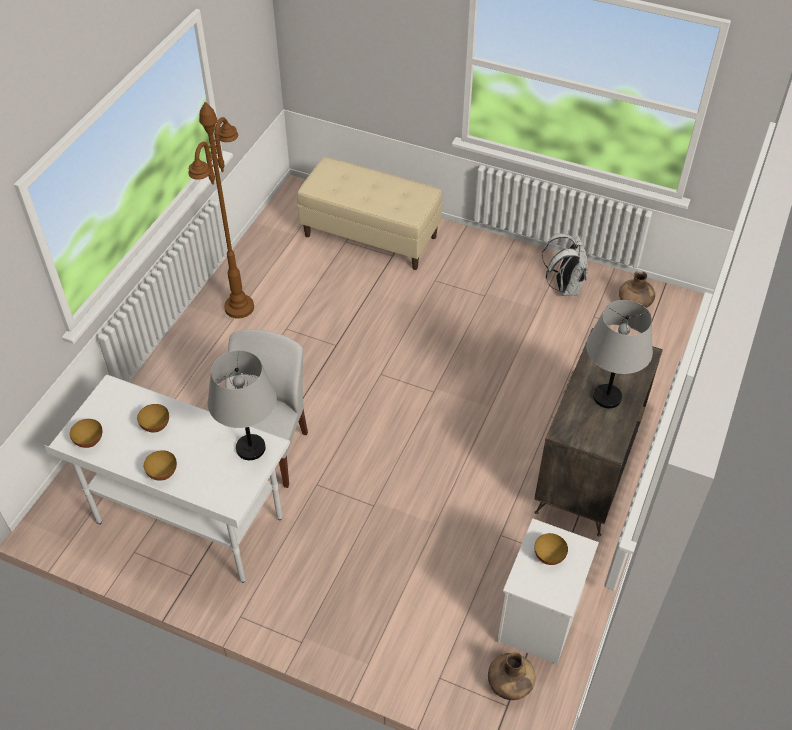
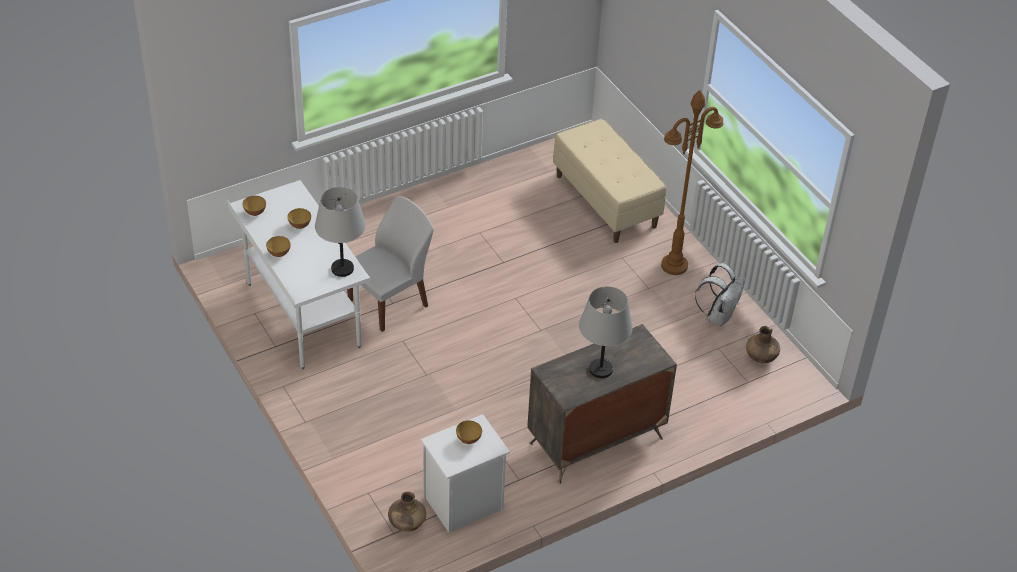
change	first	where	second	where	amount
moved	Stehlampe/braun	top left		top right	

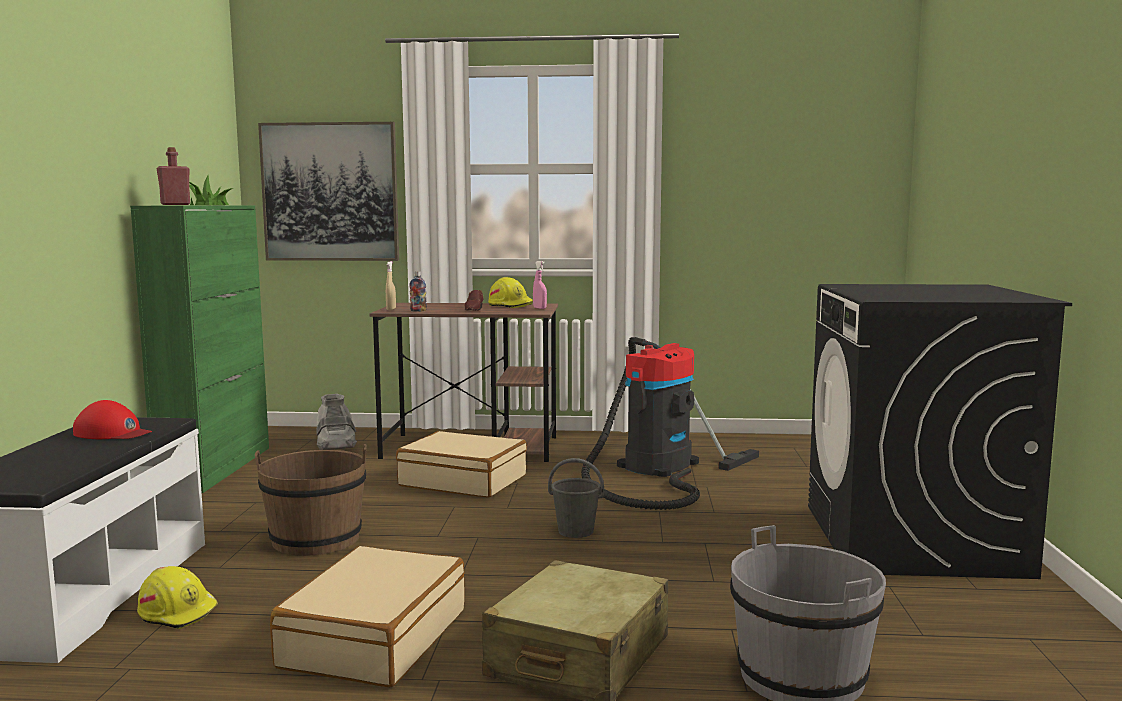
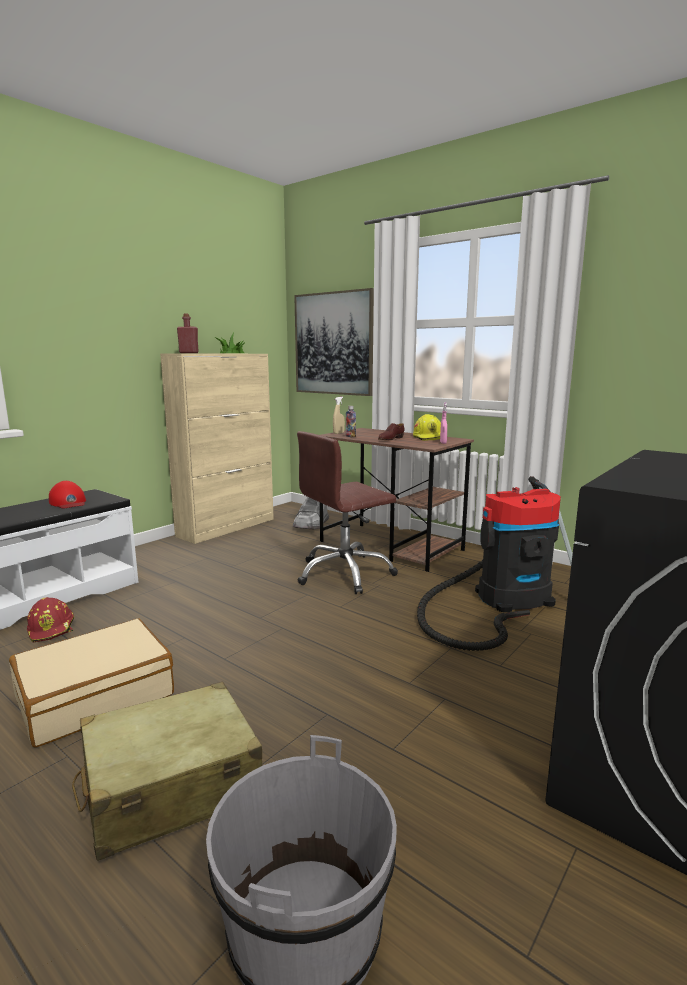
change	first	where	second	where	amount
recoloured	Schrank/grün	middle left	Schrank/beige	middle left	
replaced	Koffer/beige (2nd from left)	centre	Bürostuhl/braun	centre	
removed	Eimer/braun	bottom left			
removed	Eimer/grau (1st from left)	bottom centre			
recoloured	Schutzhelm/gelb (1st from left)	bottom left	Schutzhelm/rot	middle left	

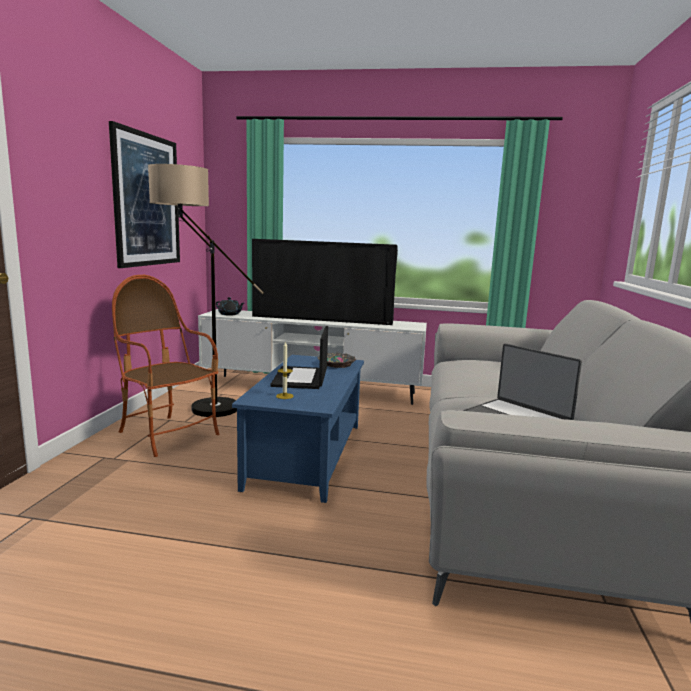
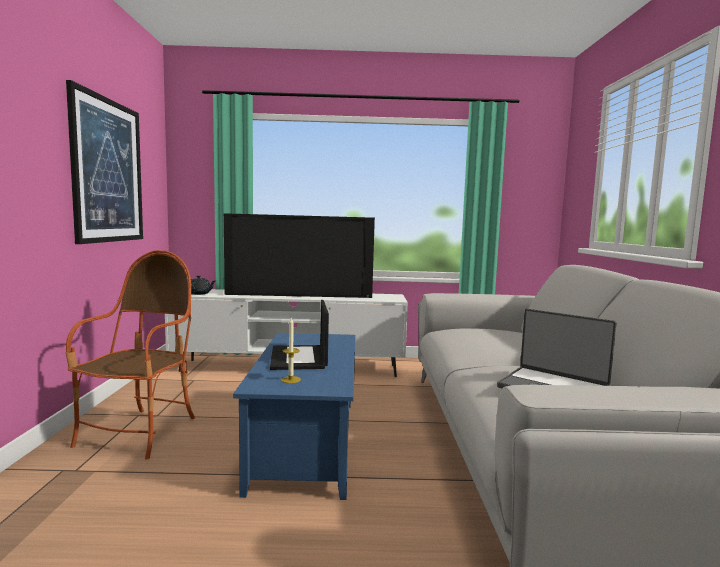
change	first	where	second	where	amount
removed	Stehlampe	middle left			
turned	Sessel	middle left		middle left	75 degrees clockwise
removed	Schüssel	centre			

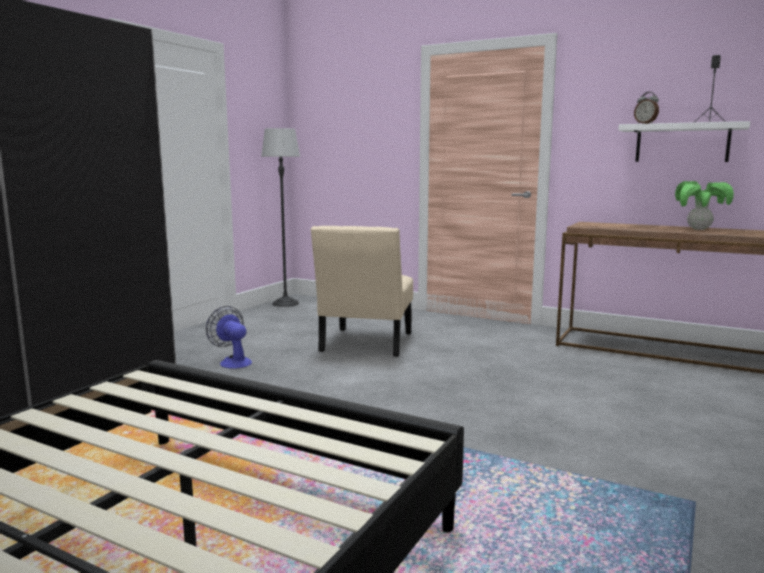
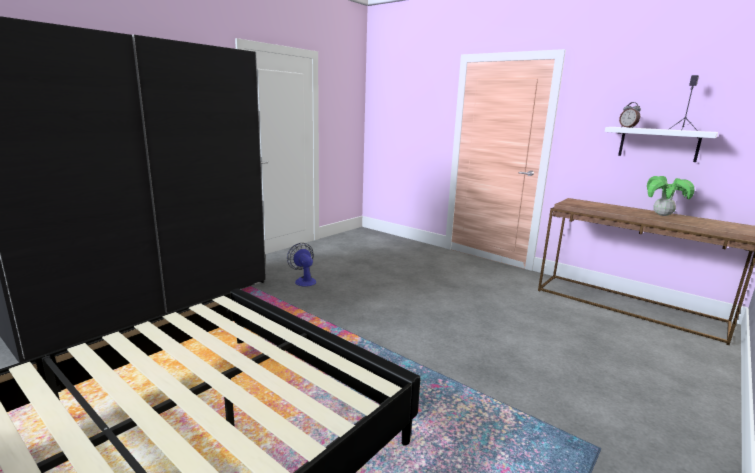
change	first	where	second	where	amount
removed	Stehlampe	centre			
removed	Stuhl/beige	centre			

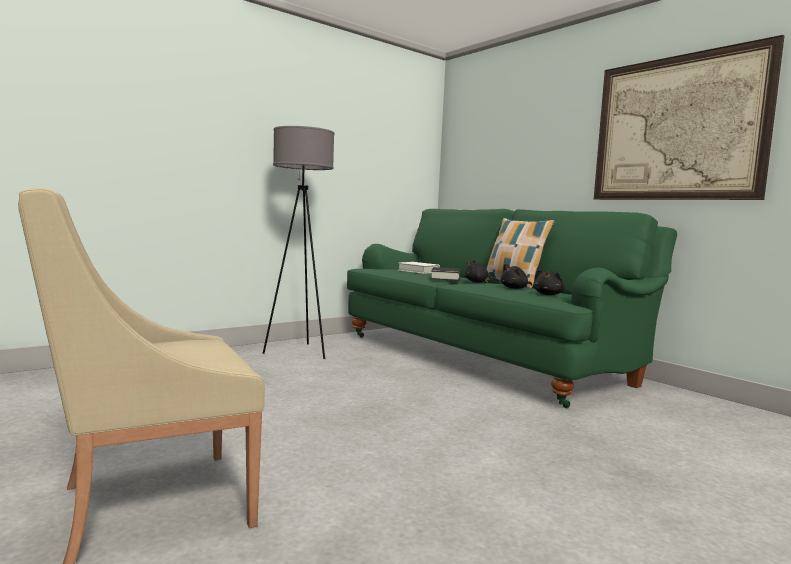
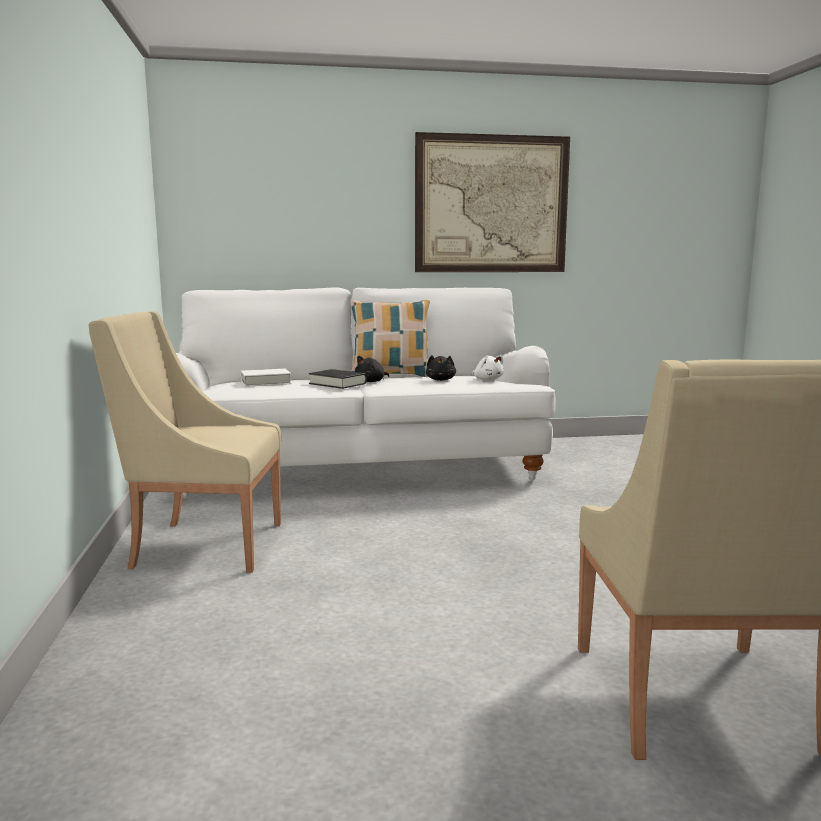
change	first	where	second	where	amount
replaced	Stehlampe/grau	centre	Sessel/beige (1st from left)	middle left	
recoloured	Sofa/grün	centre	Sofa/weiß	centre	
recoloured	Plüschtier/schwarz (3rd from left)	middle right	Plüschtier/weiß	centre	

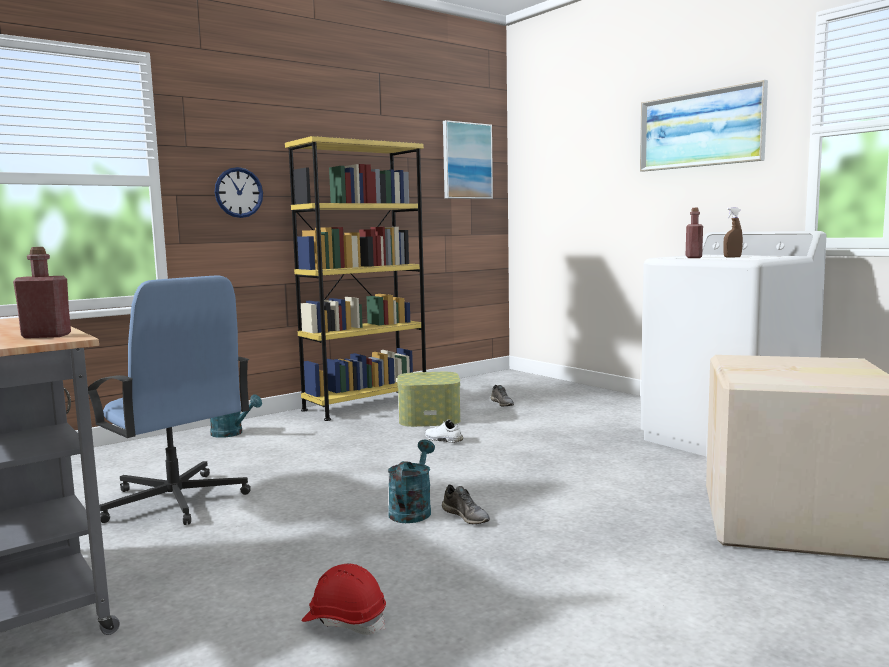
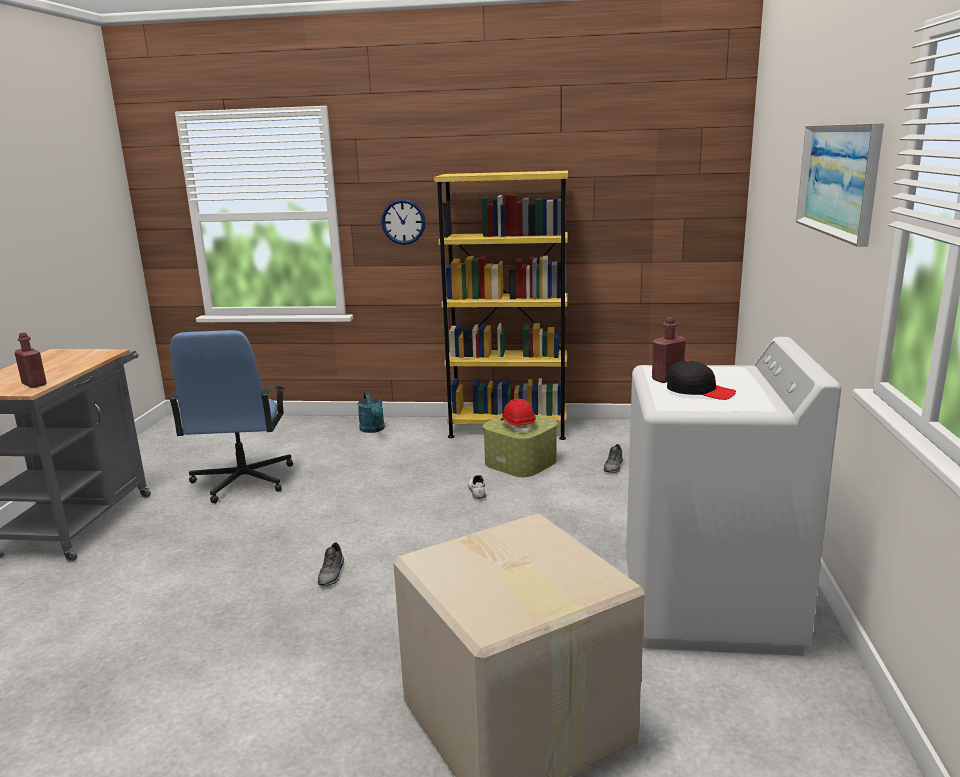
change	first	where	second	where	amount
removed	Bild (1st from left)	top centre			
replaced	Sprühflasche/braun	middle right	Kappe/schwarz	middle right	
removed	Gießkanne/türkis (2nd from left)	bottom centre			
moved	Schutzhelm/rot	bottom centre		centre	

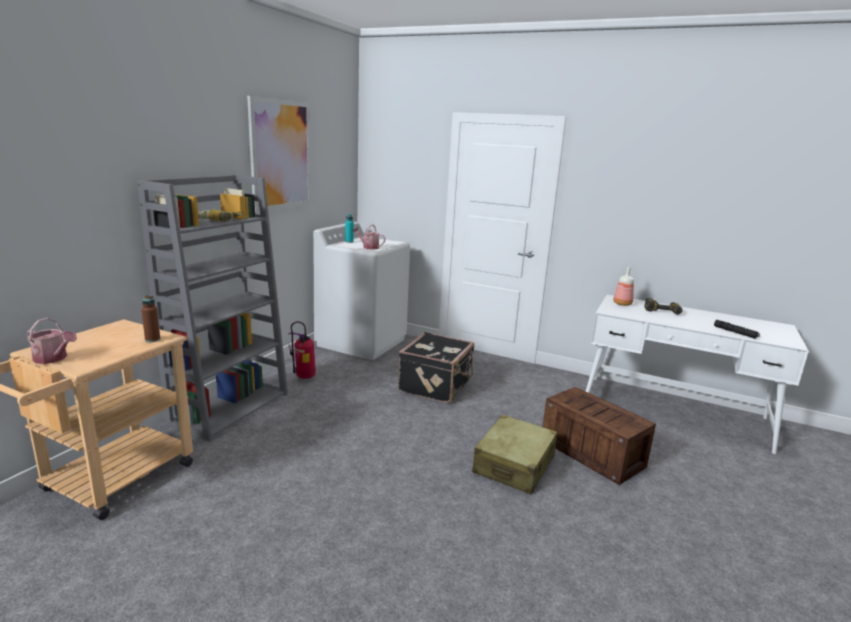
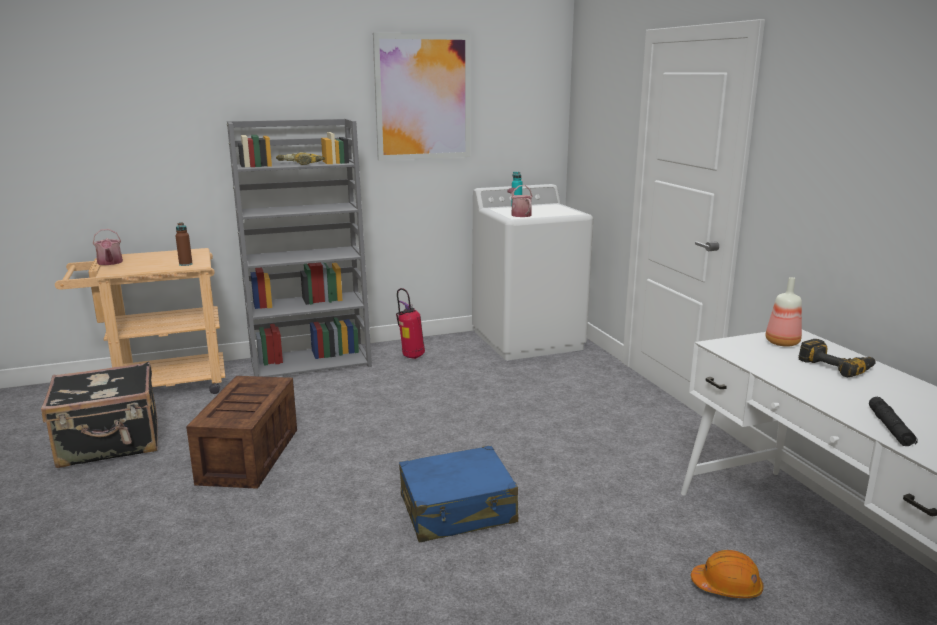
change	first	where	second	where	amount
moved	Koffer/schwarz	centre		middle left	
moved	Kiste	bottom right		bottom left	
recoloured	Koffer/beige	bottom centre	Koffer/blau	bottom centre	
added			Schutzhelm/orange	bottom right	

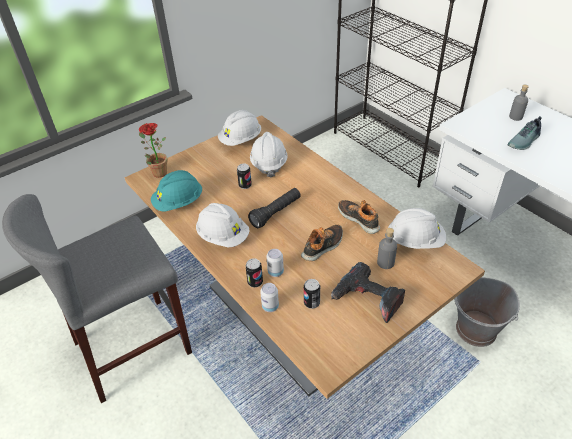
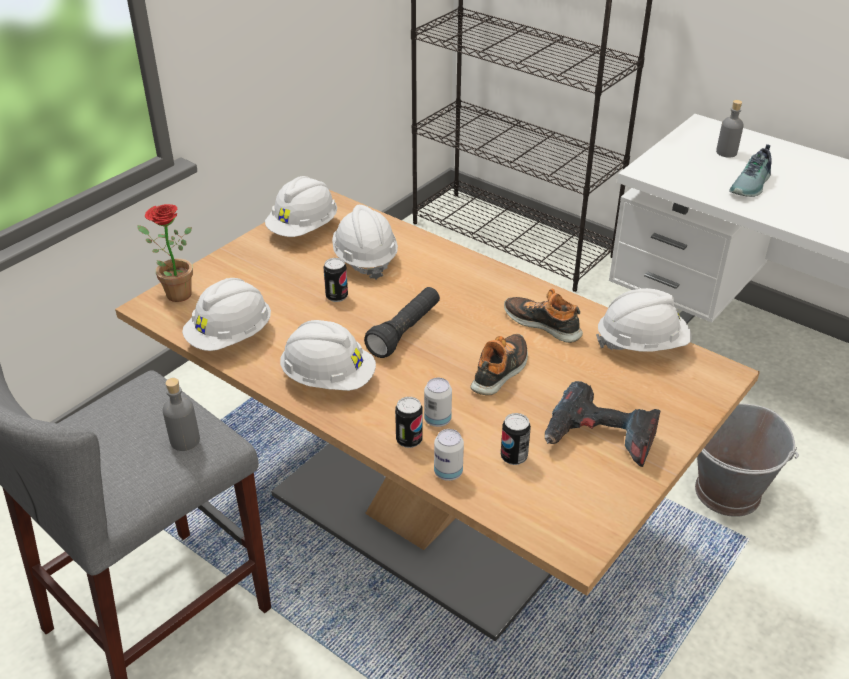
change	first	where	second	where	amount
recoloured	Schutzhelm/türkis	middle left	Schutzhelm/weiß (1st from left)	middle left	
moved	Flasche/grau (1st from left)	middle right		middle left	

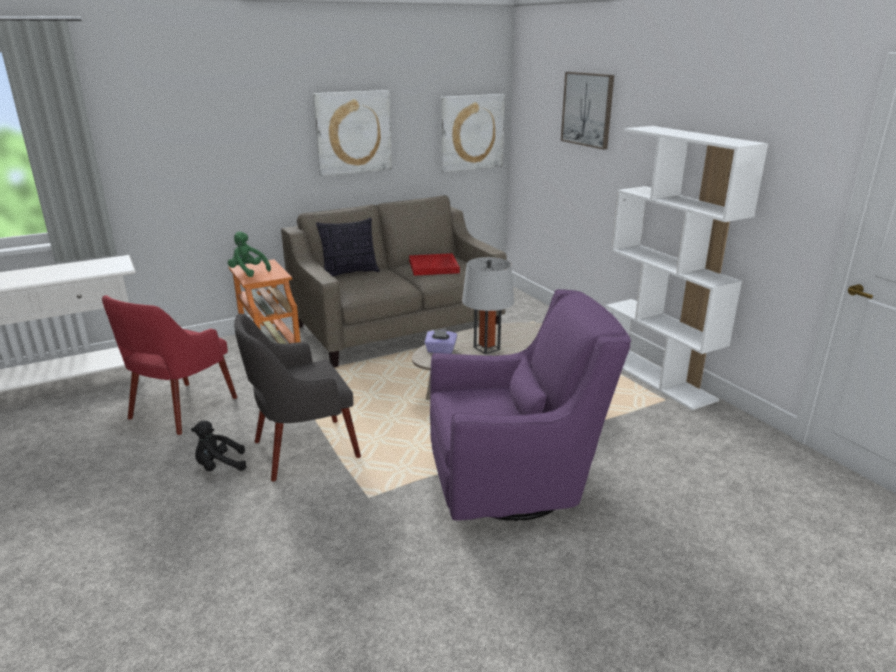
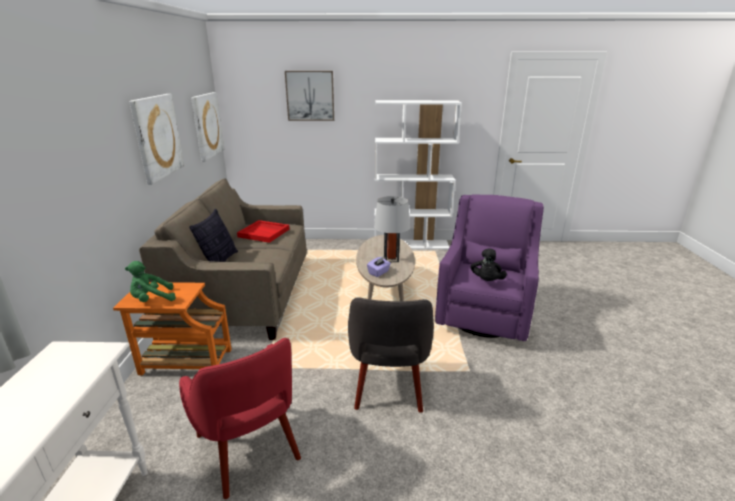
change	first	where	second	where	amount
moved	Plüschtier/schwarz	middle left		centre	

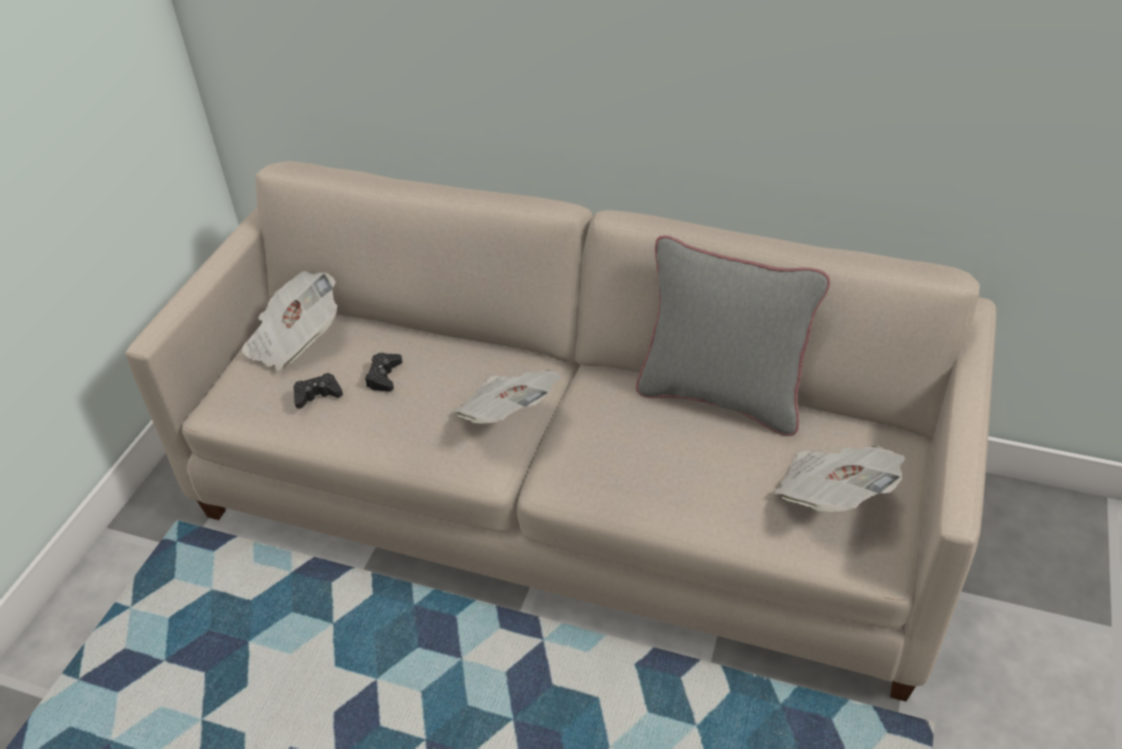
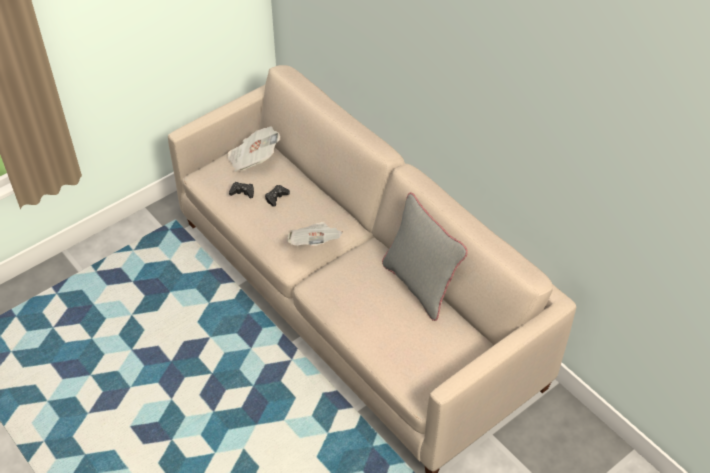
change	first	where	second	where	amount
removed	Zeitung (3rd from left)	middle right			

